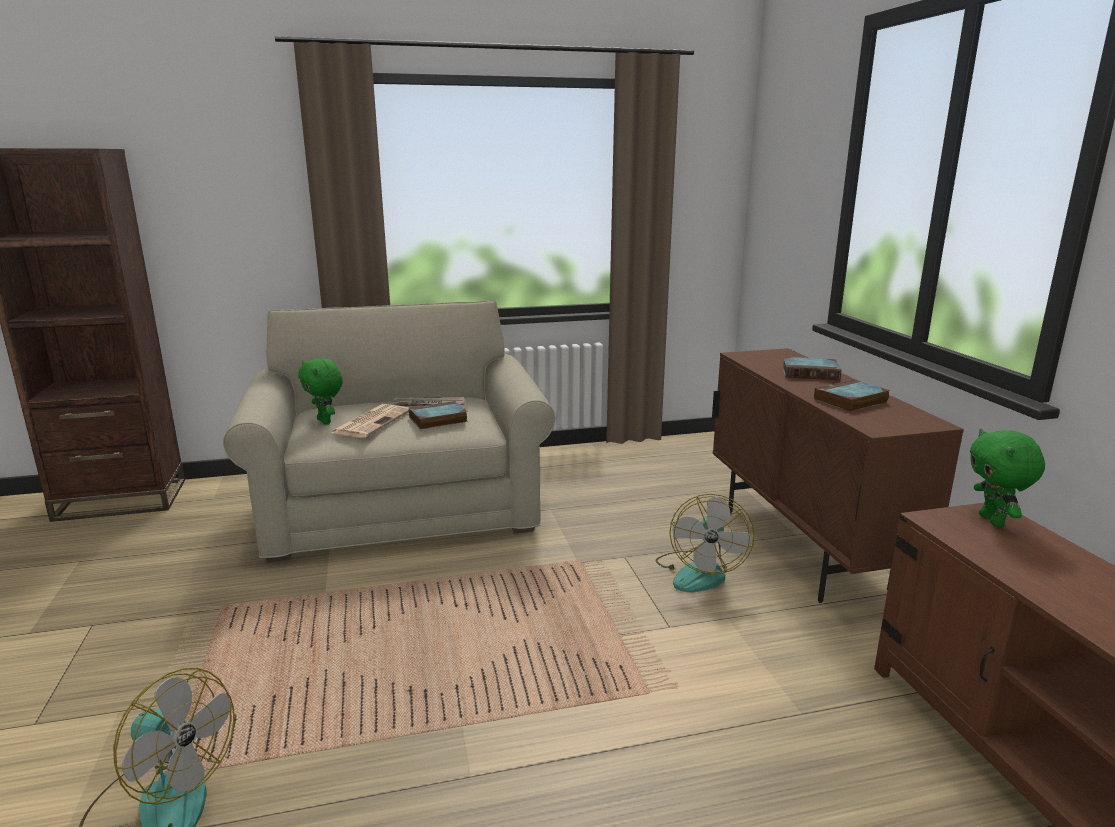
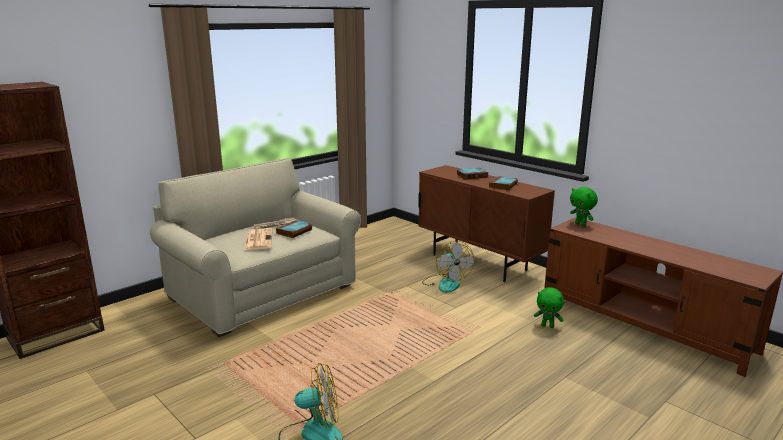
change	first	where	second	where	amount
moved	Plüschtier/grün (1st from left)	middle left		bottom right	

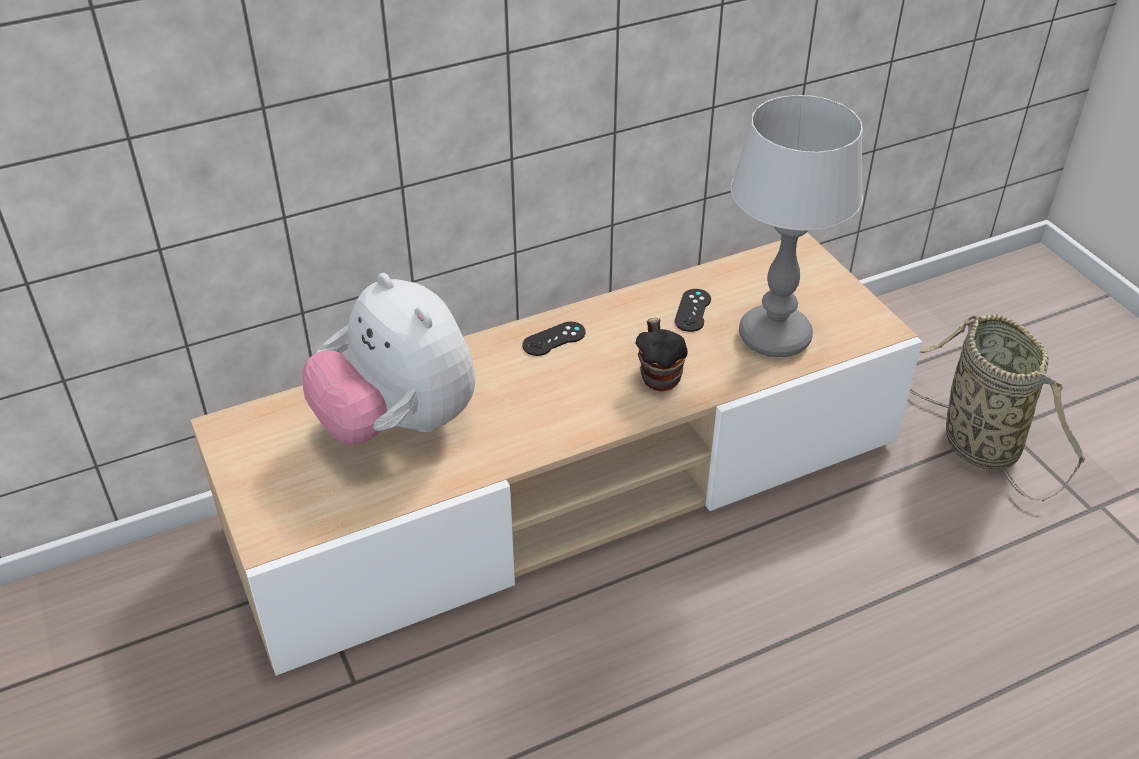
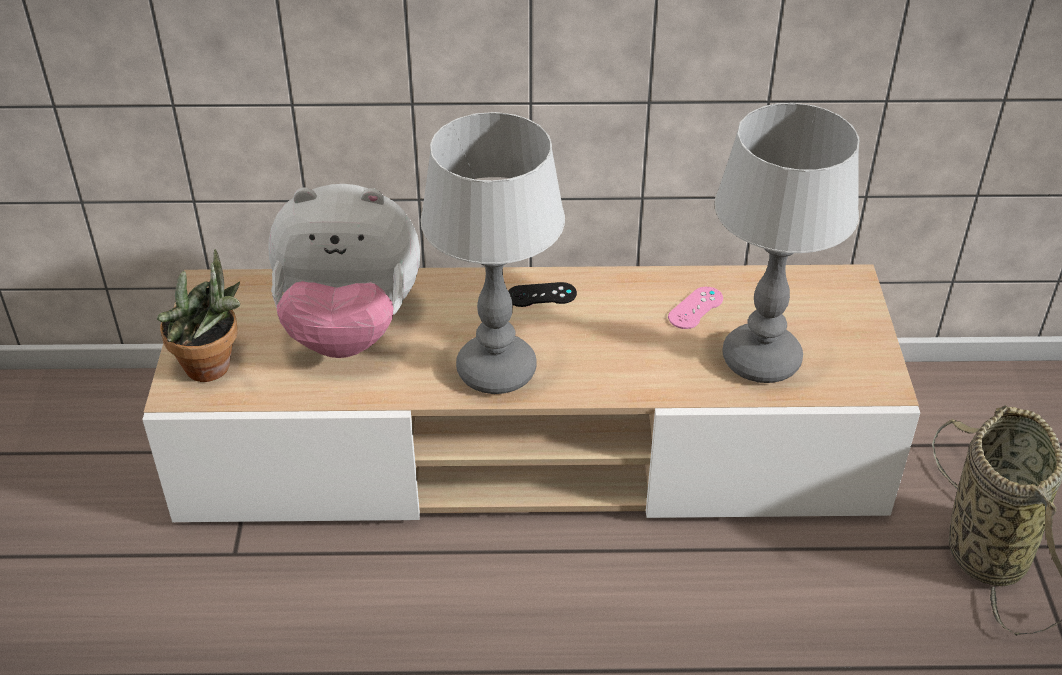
change	first	where	second	where	amount
turned	Plüschtier	centre		middle left	75 degrees counterclockwise
recoloured	Gamepad/schwarz (2nd from left)	centre	Gamepad/rosa	centre	
removed	Henkelbecher	centre			
added			Tischlampe (1st from left)	centre	
added			Topfpflanze	middle left	

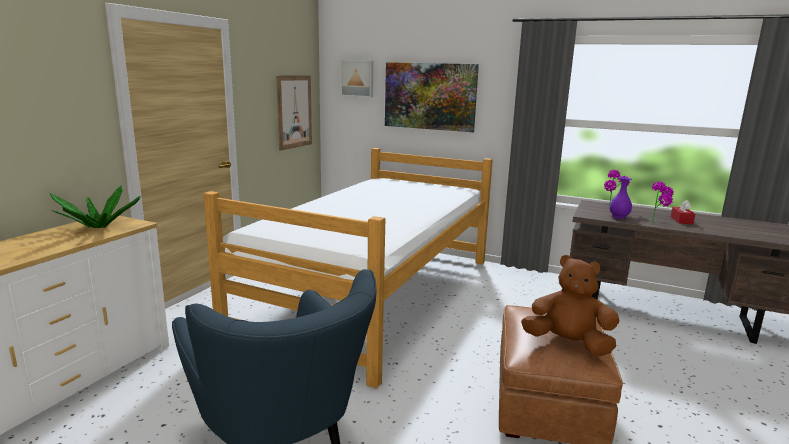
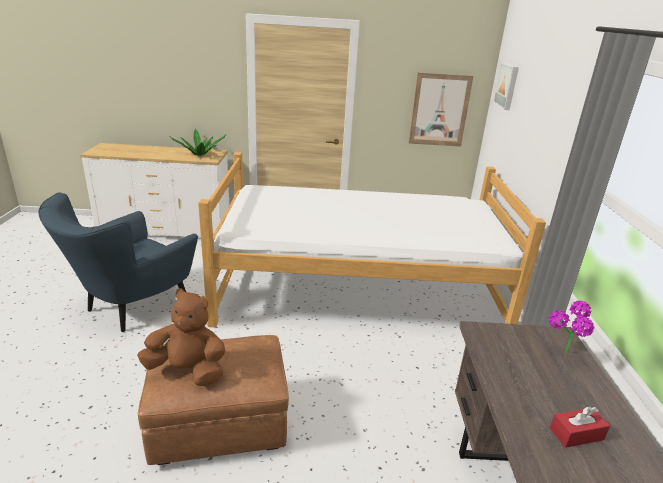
change	first	where	second	where	amount
removed	Bild (3rd from left)	top centre			
removed	Vase/lila	middle right			
removed	Topfpflanze (3rd from left)	middle right			
turned	Plüschtier/braun	bottom right		bottom left	75 degrees counterclockwise

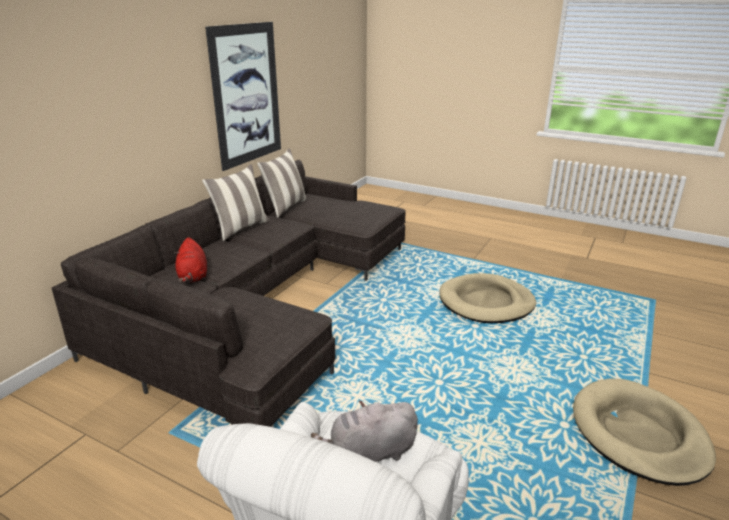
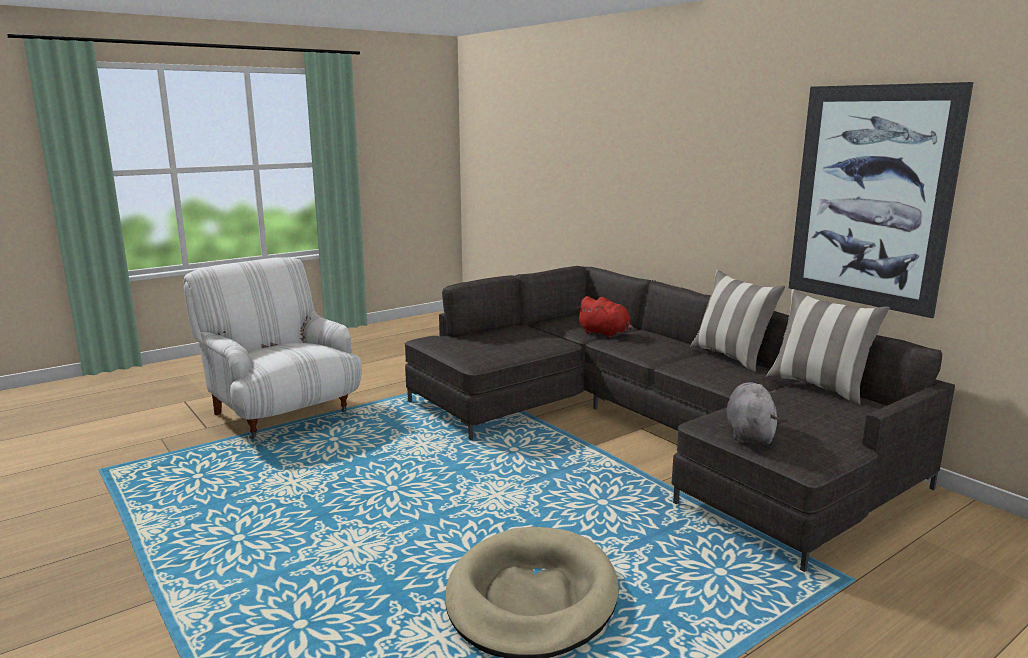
change	first	where	second	where	amount
turned	Plüschtier/rot	middle left		centre	150 degrees counterclockwise
removed	Hundebett/beige (2nd from left)	bottom right			
moved	Plüschtier/grau	bottom centre		middle right	

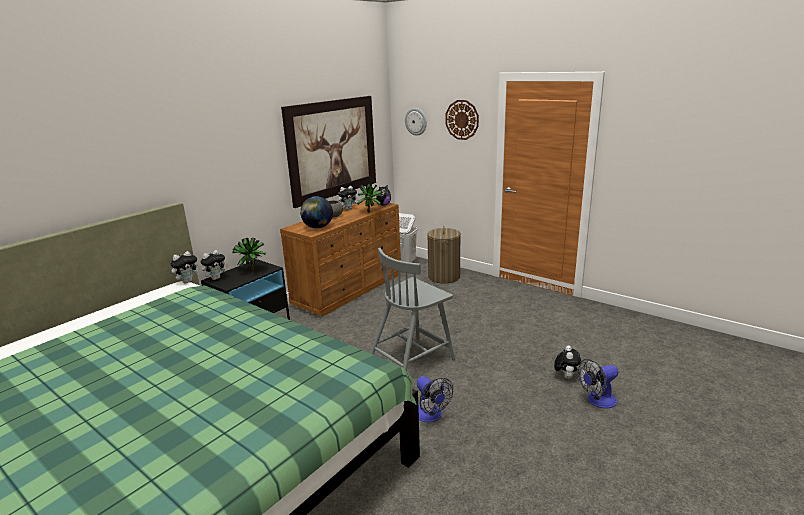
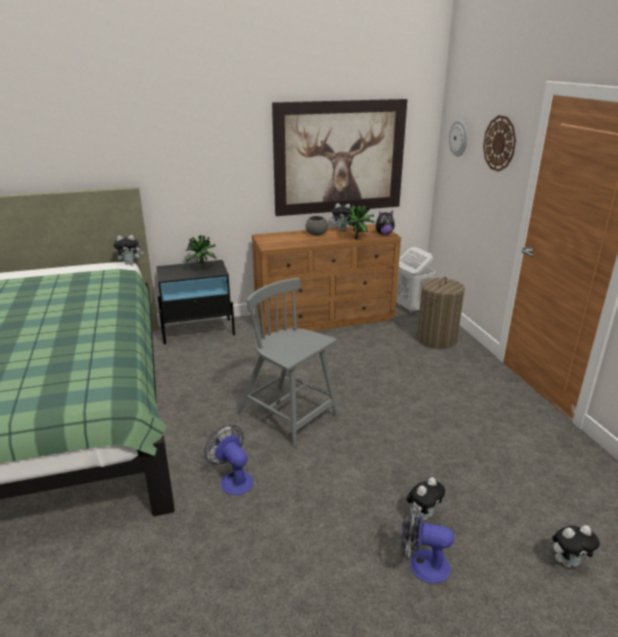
change	first	where	second	where	amount
removed	Globus	centre			
turned	Stuhl/grau	centre		centre	45 degrees clockwise
moved	Plüschtier (2nd from left in the first image)	middle left	Plüschtier (5th from left)	bottom right	
turned	Ventilator (1st from left)	bottom centre		bottom centre	135 degrees clockwise

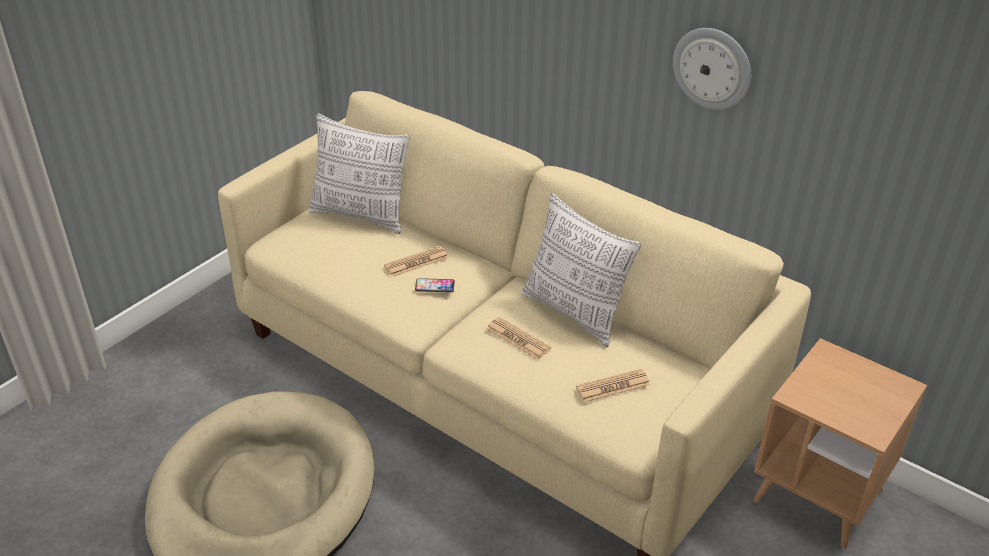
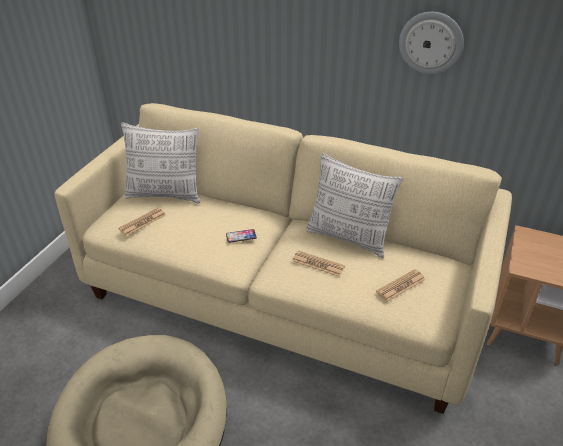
change	first	where	second	where	amount
moved	Zeitung (1st from left)	centre		middle left	

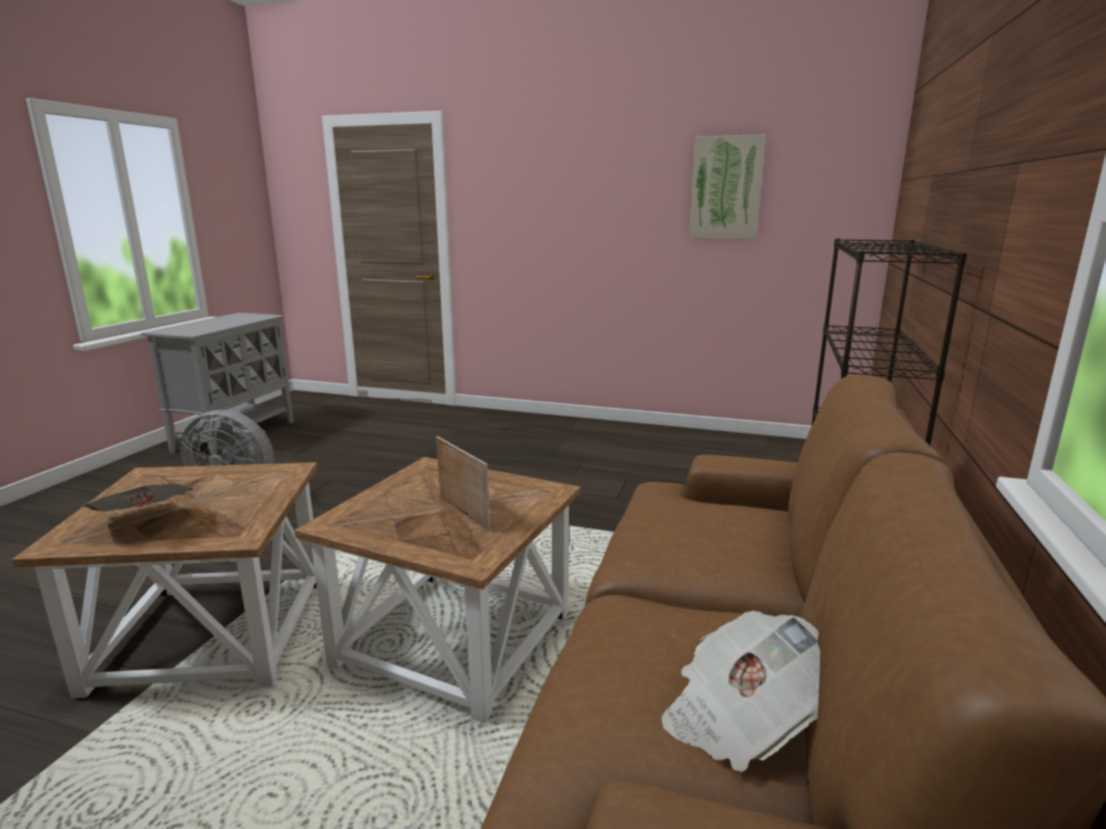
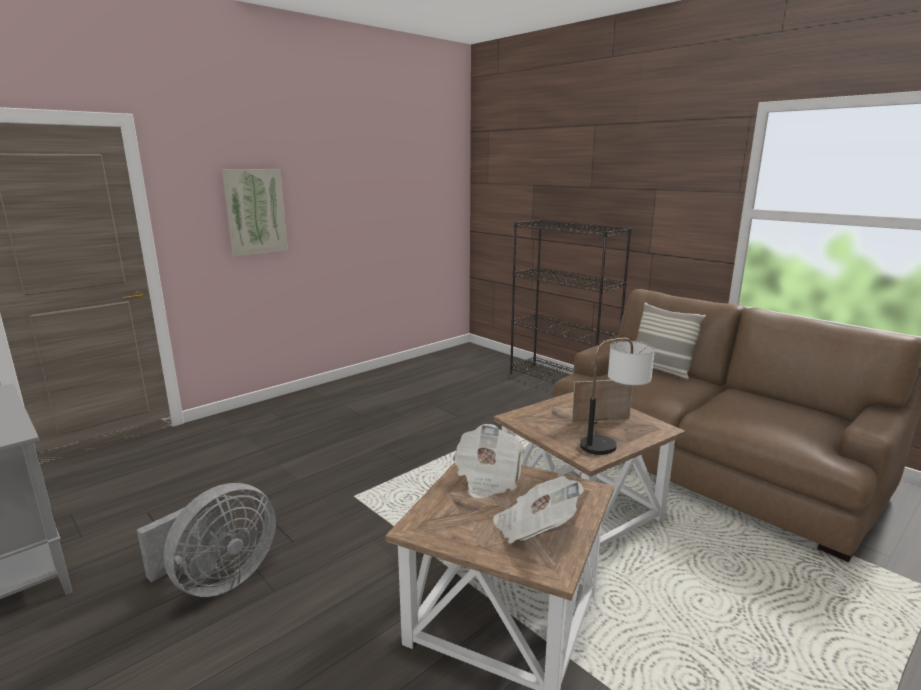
change	first	where	second	where	amount
moved	Bild	top centre		top left	
moved	Zeitung (2nd from left in the first image)	bottom right	Zeitung (1st from left)	bottom centre	
added			Kissen	middle right	
added			Tischlampe	middle right	

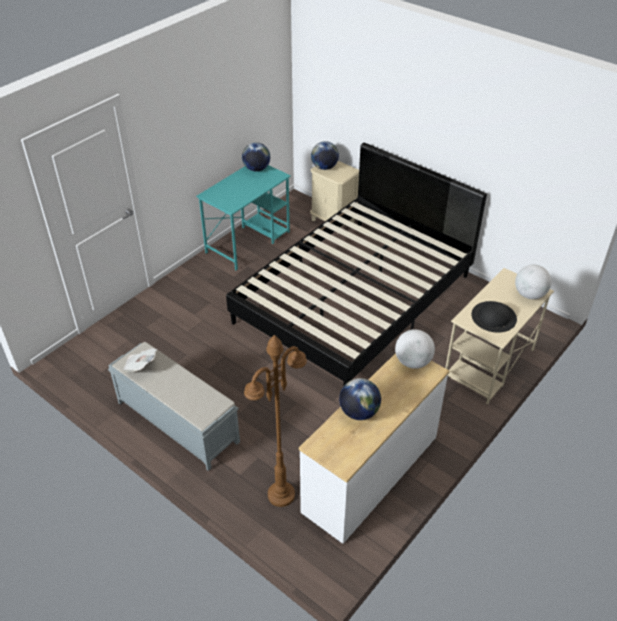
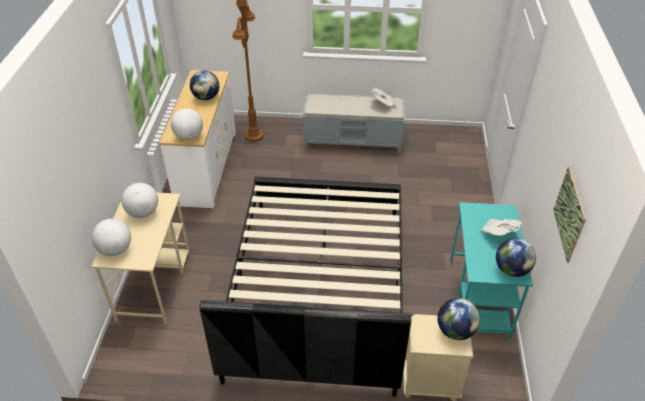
change	first	where	second	where	amount
replaced	Hut/schwarz	middle right	Globus (2nd from left)	middle left	
added			Bild	middle right	
added			Zeitung (2nd from left)	middle right	

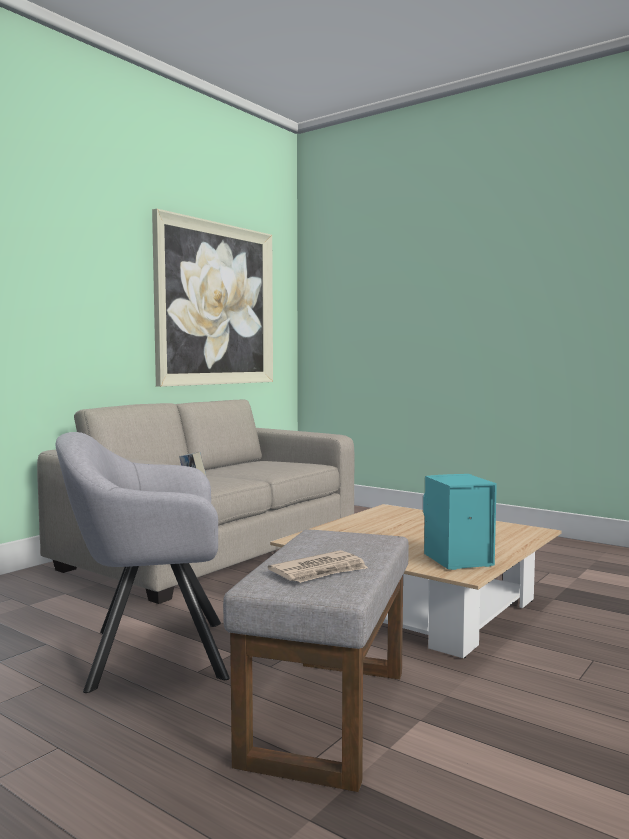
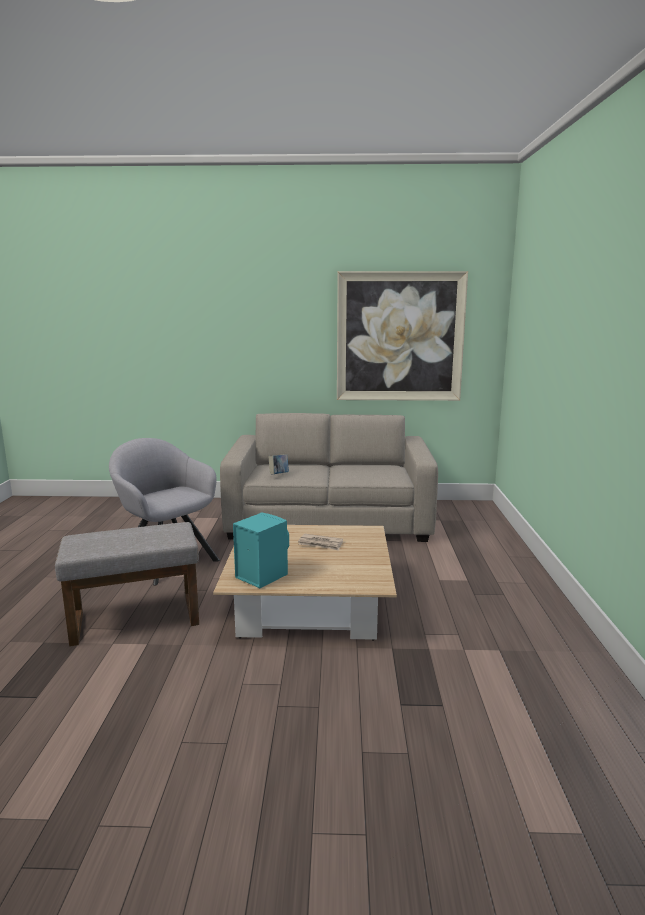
change	first	where	second	where	amount
moved	Zeitung	bottom centre		centre	

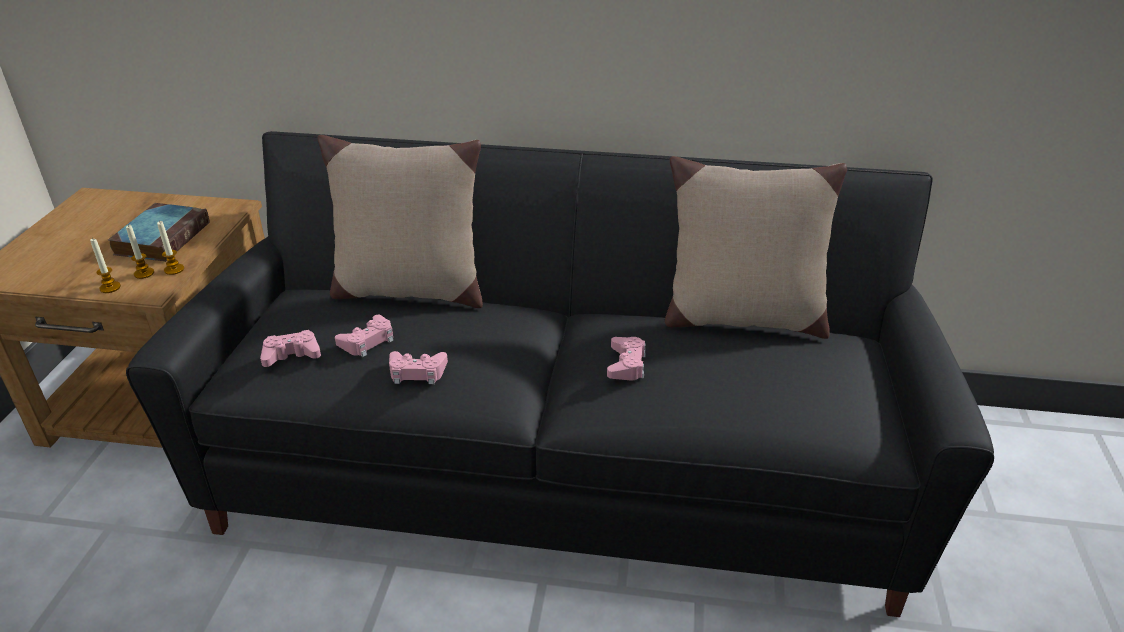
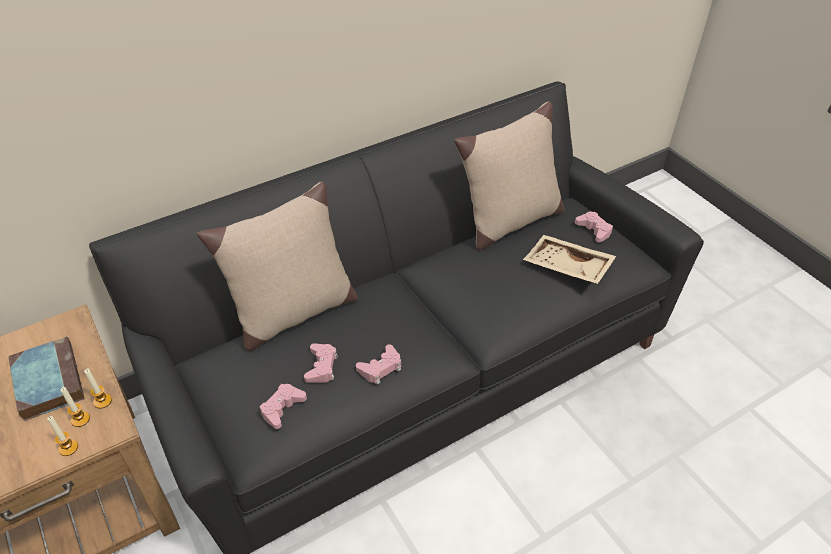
change	first	where	second	where	amount
moved	Gamepad/rosa (4th from left)	centre		middle right	
added			Tablett/beige	middle right	

